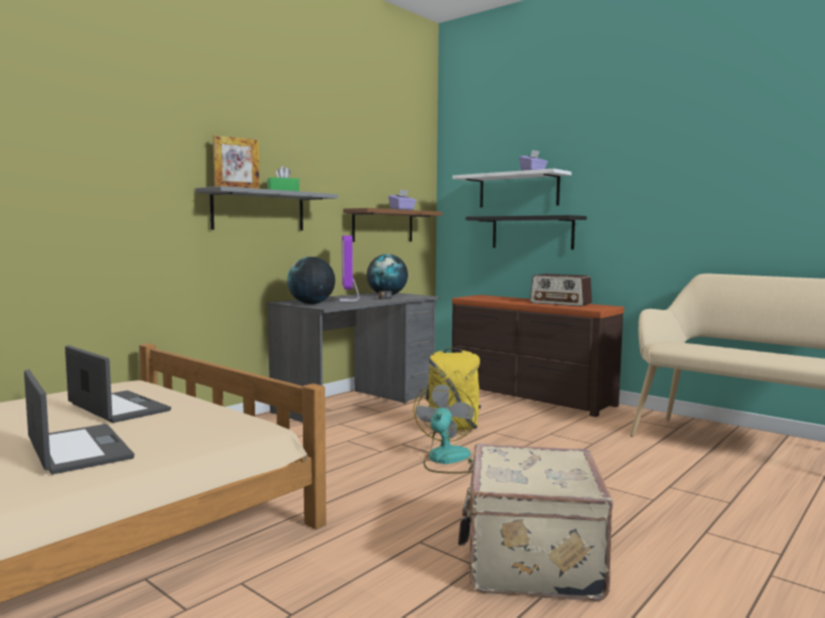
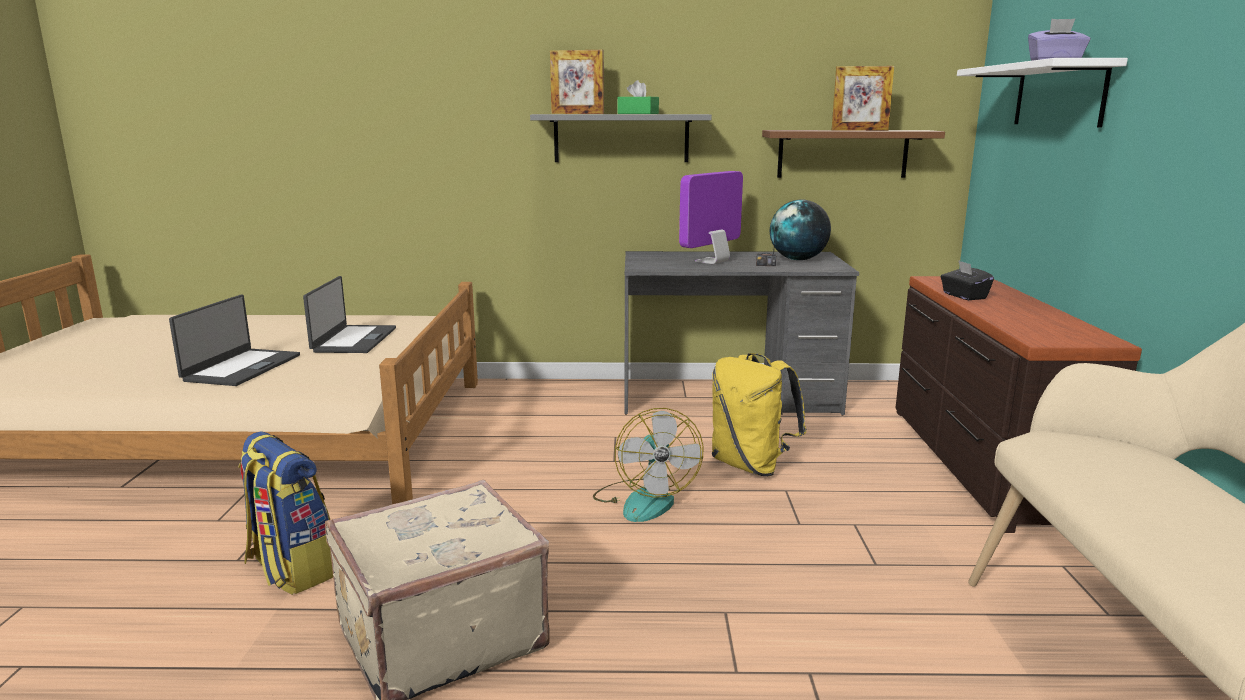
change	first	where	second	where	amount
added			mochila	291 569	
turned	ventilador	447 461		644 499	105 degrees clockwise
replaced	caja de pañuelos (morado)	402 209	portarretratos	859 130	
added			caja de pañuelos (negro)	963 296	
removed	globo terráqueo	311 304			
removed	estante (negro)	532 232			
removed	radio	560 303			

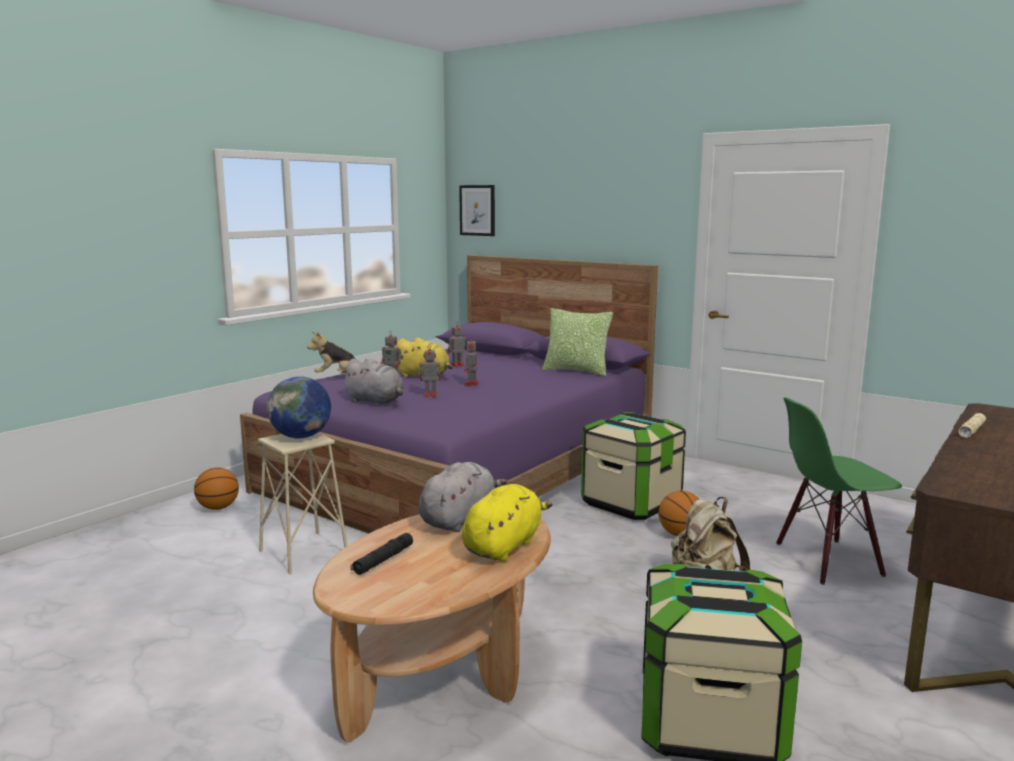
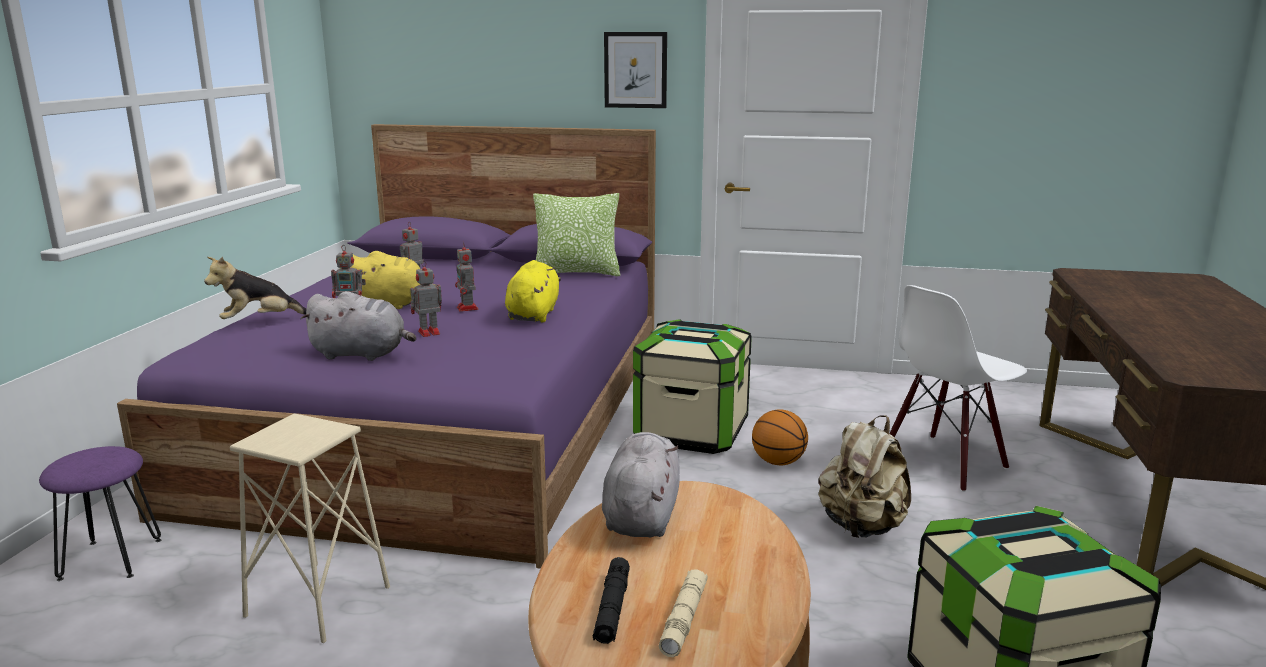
change	first	where	second	where	amount
replaced	balón de baloncesto	218 508	taburete (morado)	110 559	
moved	peluche (amarillo)	504 546		533 314	
moved	cuadro	477 210		635 70	
moved	linterna (beis)	971 430		684 619	
recoloured	silla (verde)	828 560	silla (blanco)	944 462	
removed	globo terráqueo	301 437			

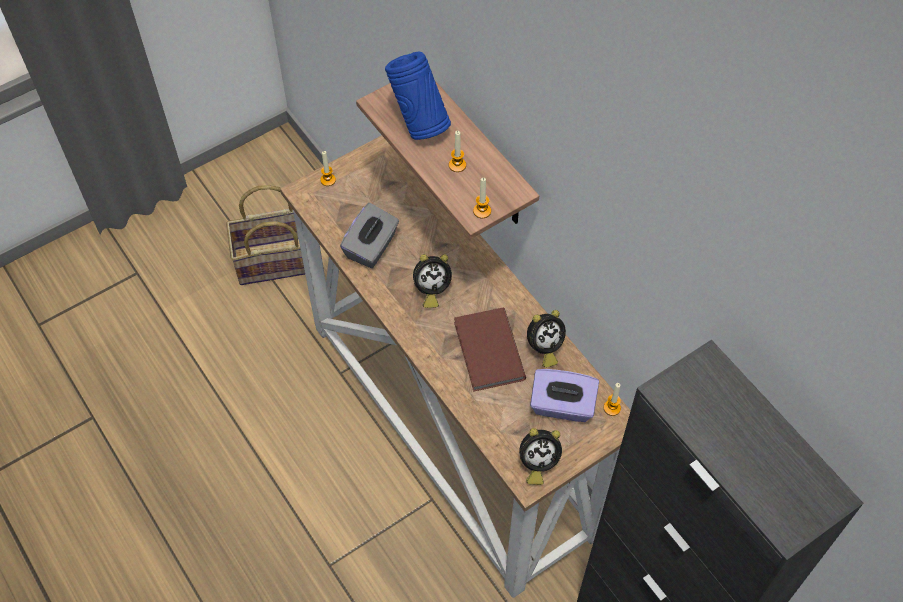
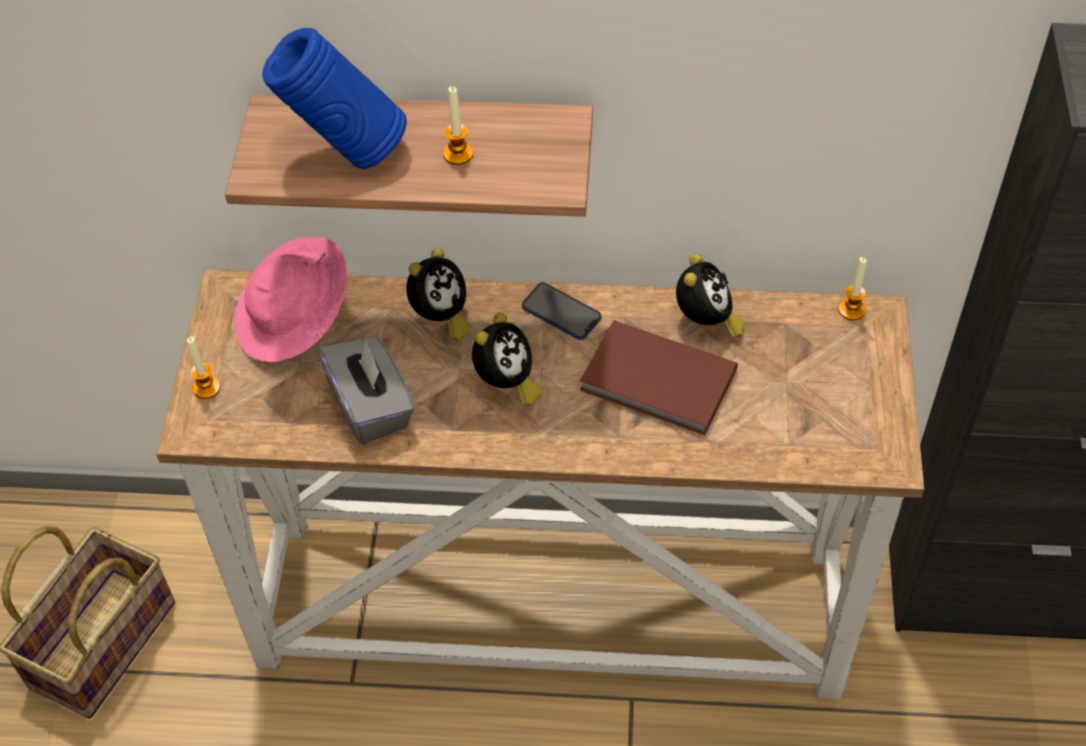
change	first	where	second	where	amount
added			sombrero (rosa)	296 321	
moved	despertador	537 463		440 318	
added			móvil	561 313	
removed	vela	482 211			
removed	caja de pañuelos (morado)	562 406			

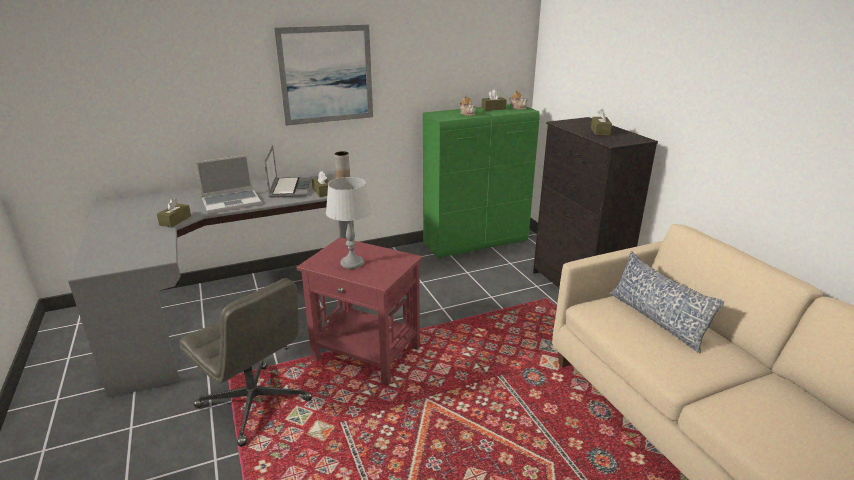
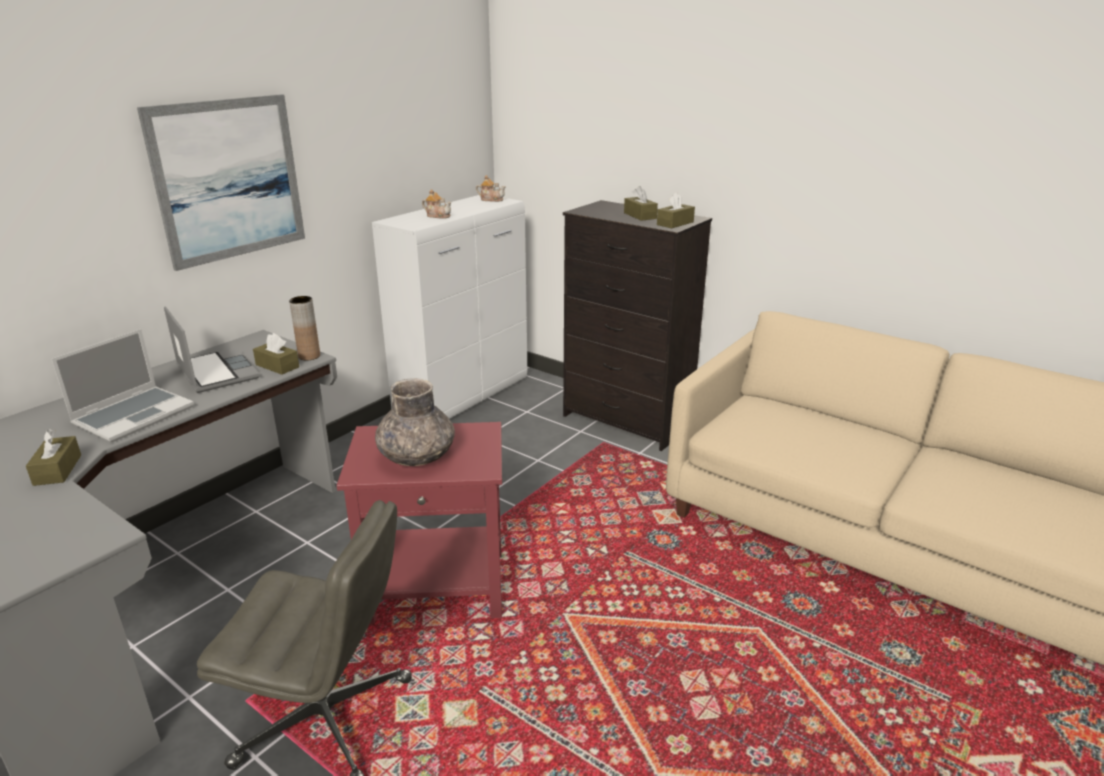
change	first	where	second	where	amount
recoloured	armario (verde)	476 243	armario (blanco)	463 396	
replaced	lámpara de mesa (gris)	352 263	florero (gris)	417 457	
moved	caja de pañuelos (marrón)	493 108		675 223	
removed	cojín	656 319			

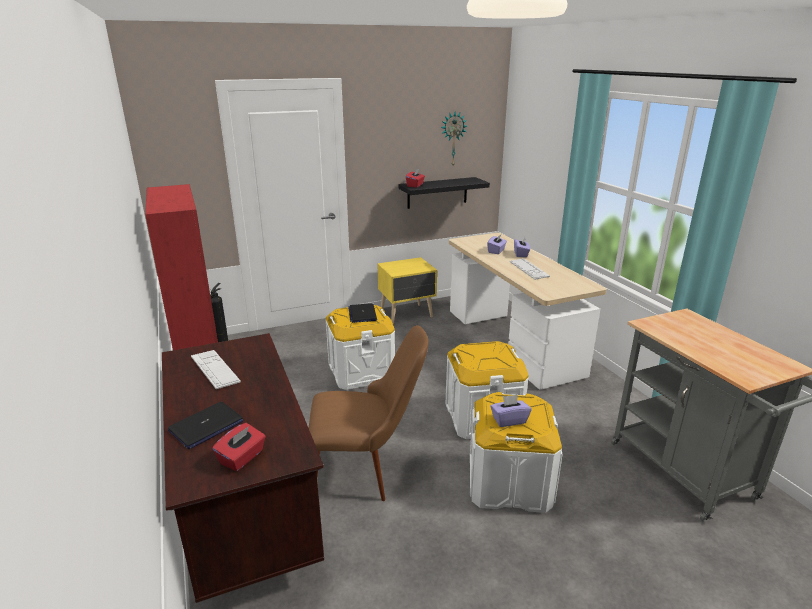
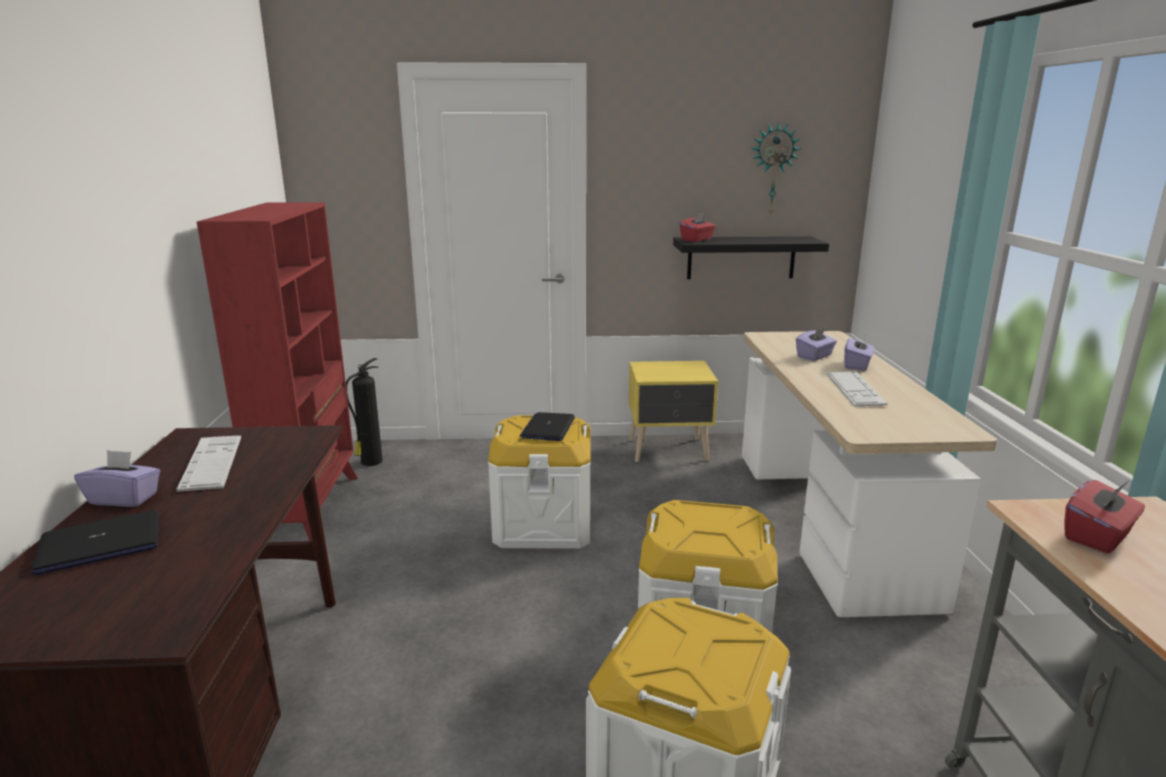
change	first	where	second	where	amount
moved	caja de pañuelos (morado)	509 420		124 498	
moved	caja de pañuelos (rojo)	242 458		1098 536	
removed	silla (marrón)	366 471			

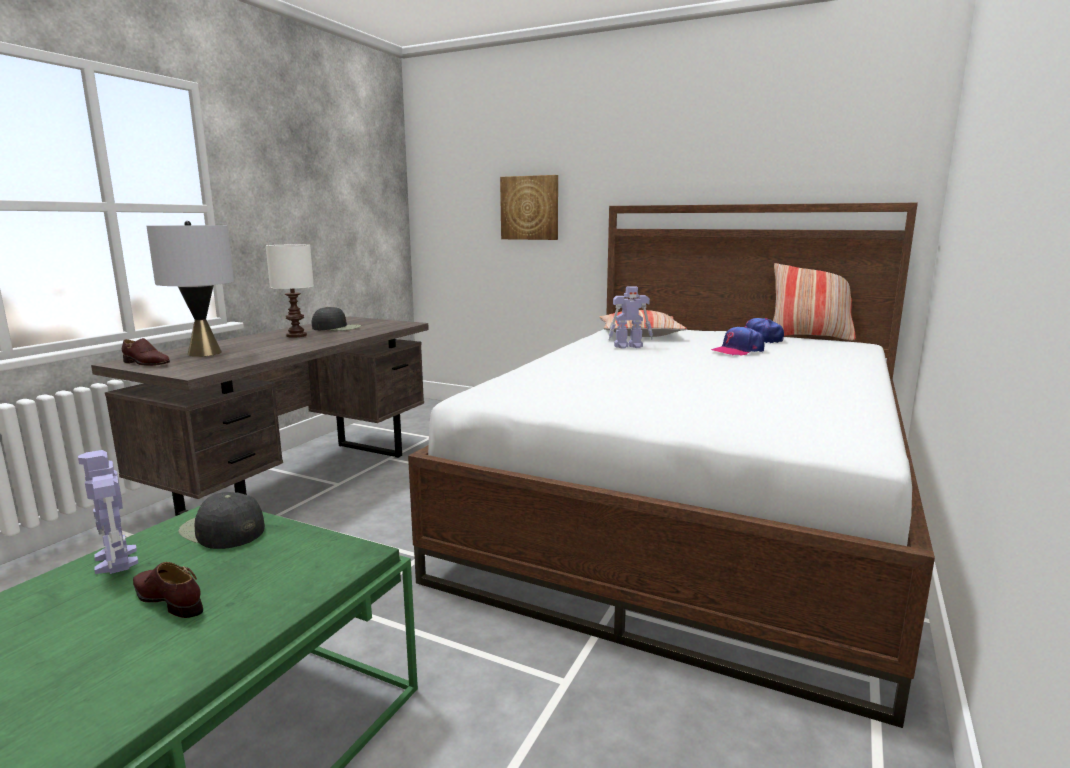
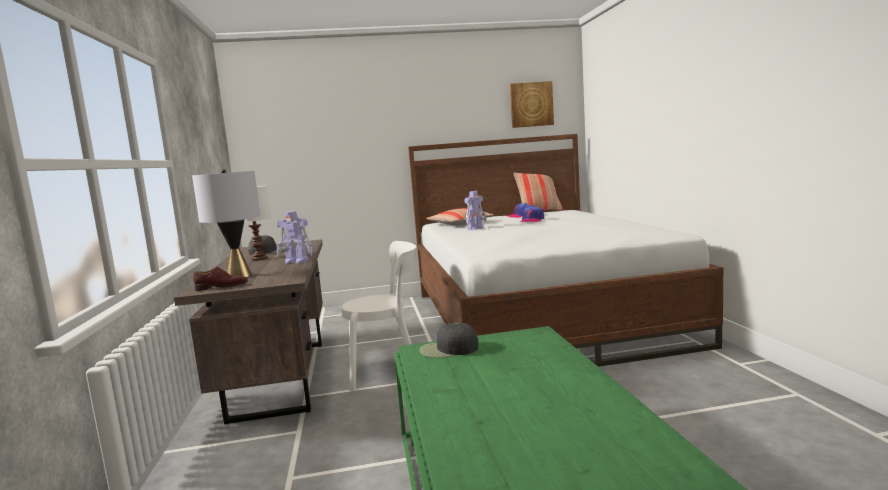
change	first	where	second	where	amount
moved	robot de juguete	116 561		297 261	
added			silla (blanco)	389 371	
moved	cuadro	530 208		531 104	
removed	zapato (marrón)	168 599			

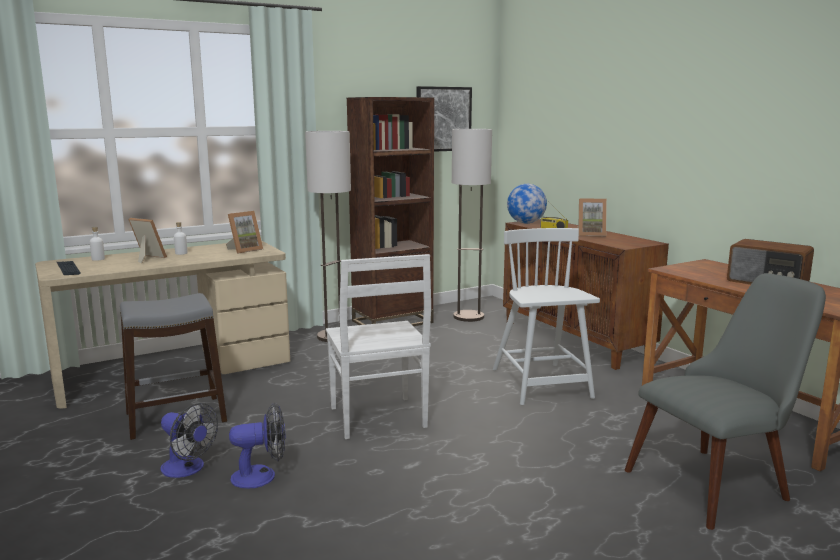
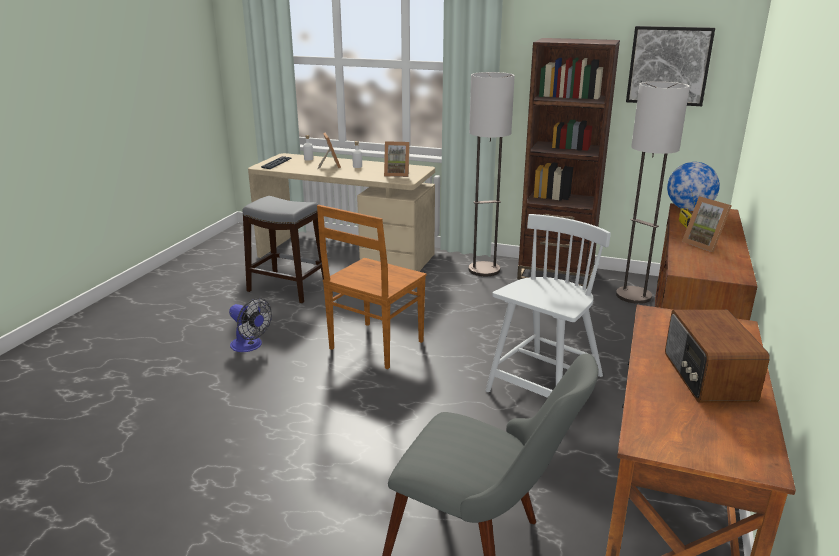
change	first	where	second	where	amount
recoloured	silla (blanco)	378 419	silla (marrón)	374 346	
removed	ventilador	188 469			

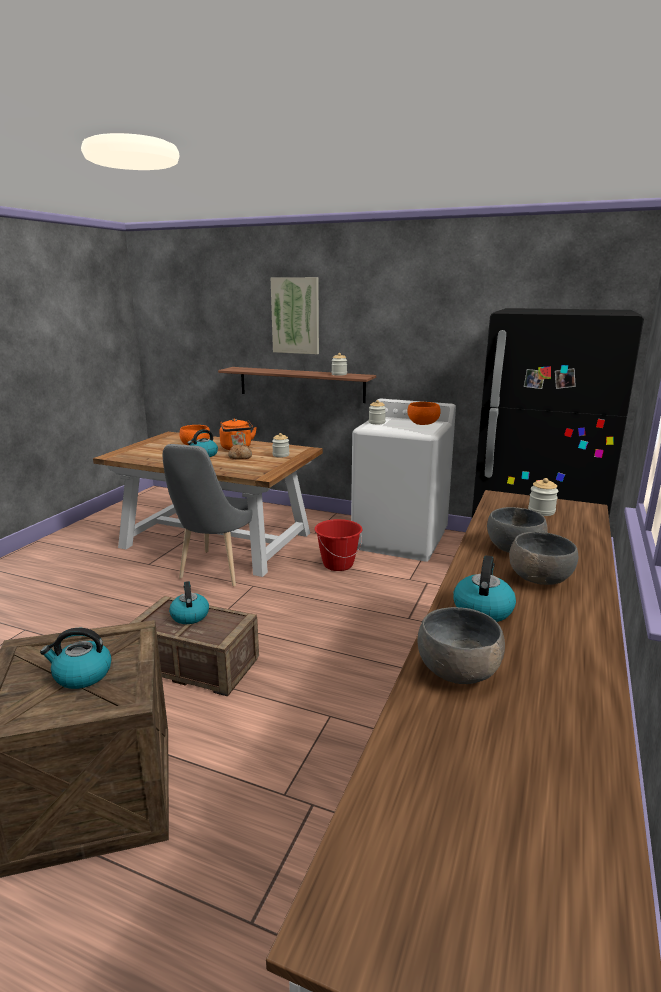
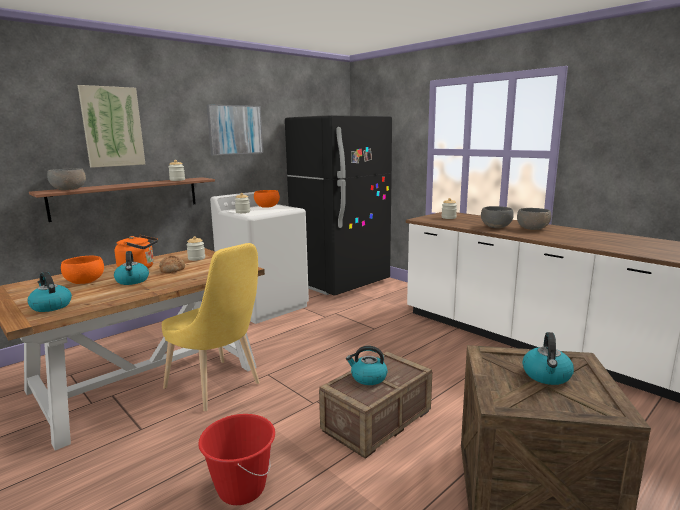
change	first	where	second	where	amount
moved	hervidor	482 609		51 306	
moved	cuenco (gris)	458 671		69 189	
recoloured	silla (gris)	218 571	silla (amarillo)	217 387	
moved	cubo (rojo)	338 564		241 488	
added			cuadro	235 130	

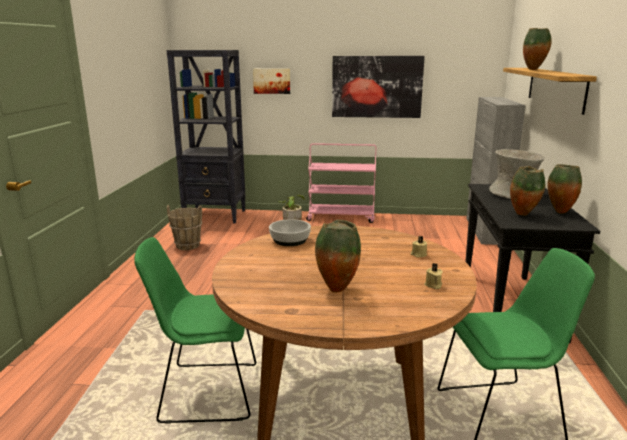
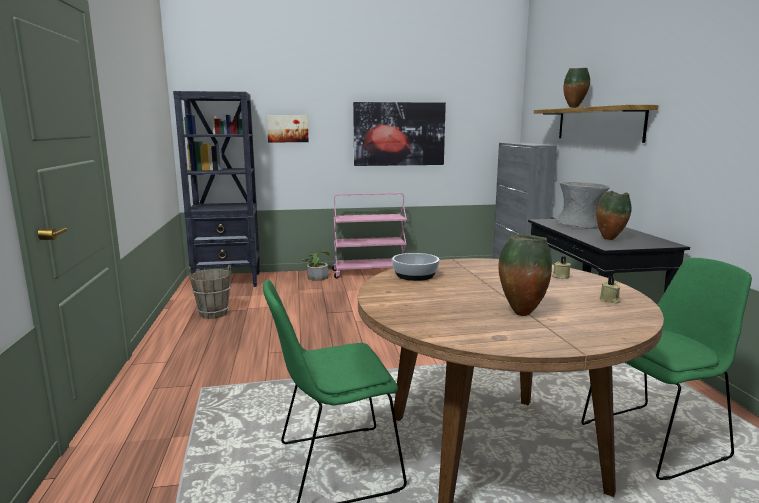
change	first	where	second	where	amount
removed	florero	559 212			

